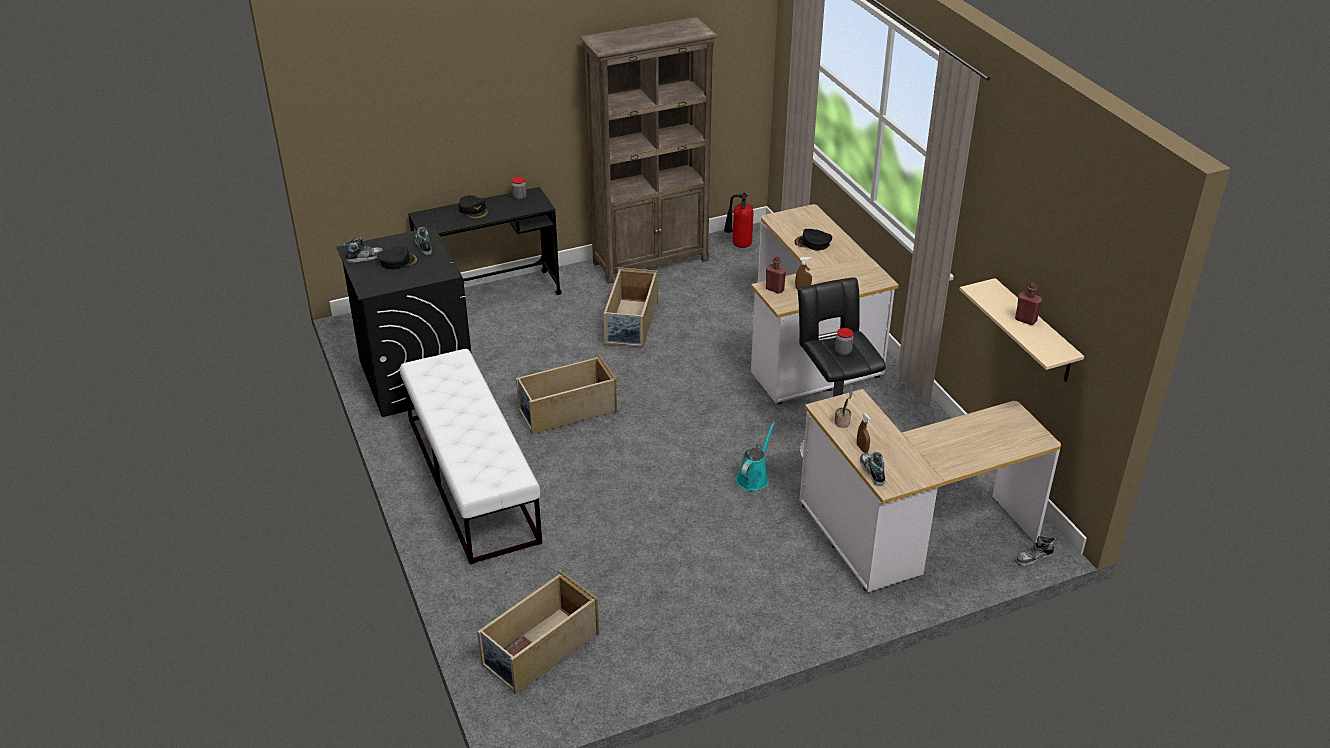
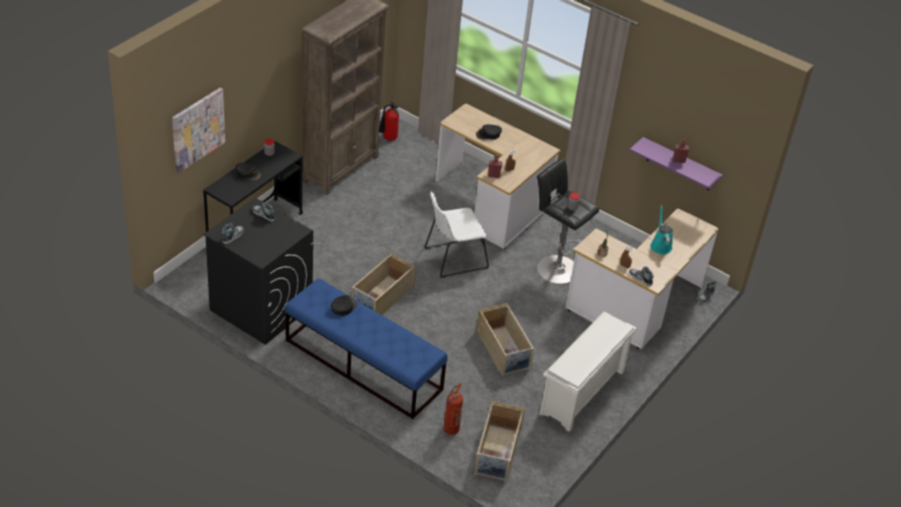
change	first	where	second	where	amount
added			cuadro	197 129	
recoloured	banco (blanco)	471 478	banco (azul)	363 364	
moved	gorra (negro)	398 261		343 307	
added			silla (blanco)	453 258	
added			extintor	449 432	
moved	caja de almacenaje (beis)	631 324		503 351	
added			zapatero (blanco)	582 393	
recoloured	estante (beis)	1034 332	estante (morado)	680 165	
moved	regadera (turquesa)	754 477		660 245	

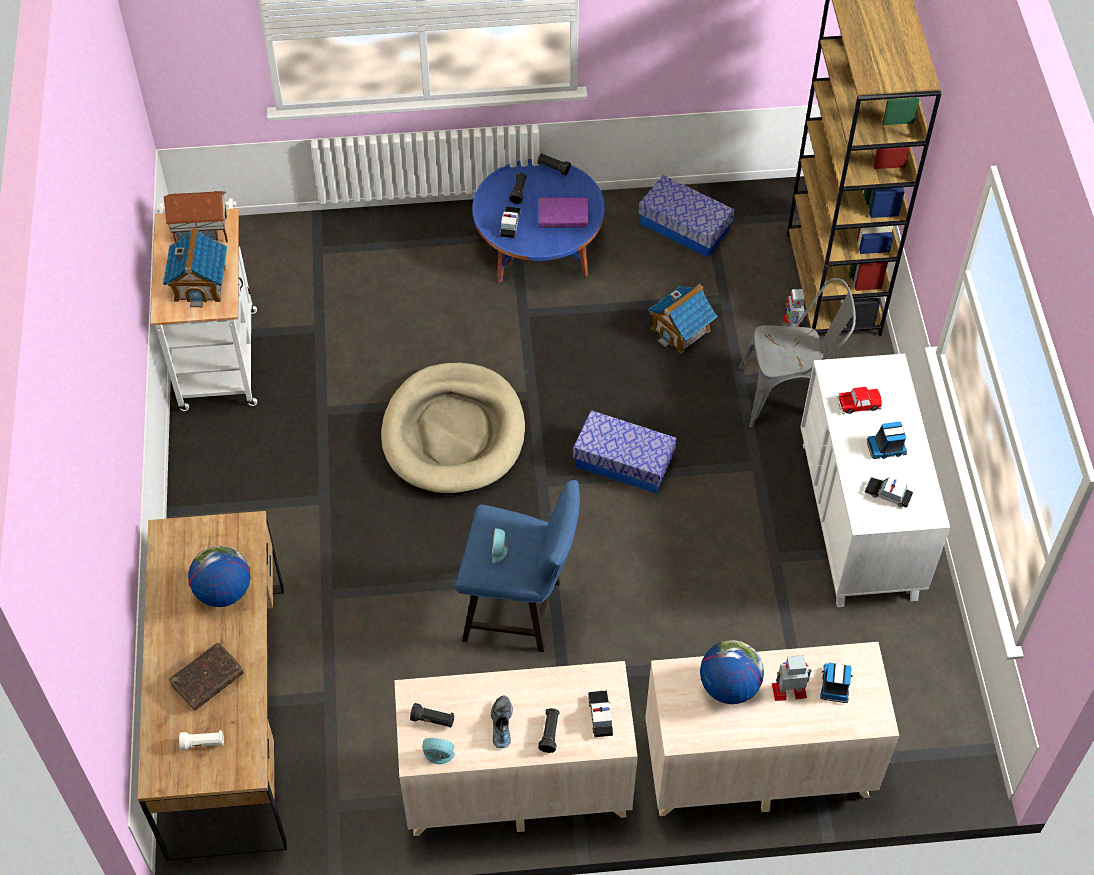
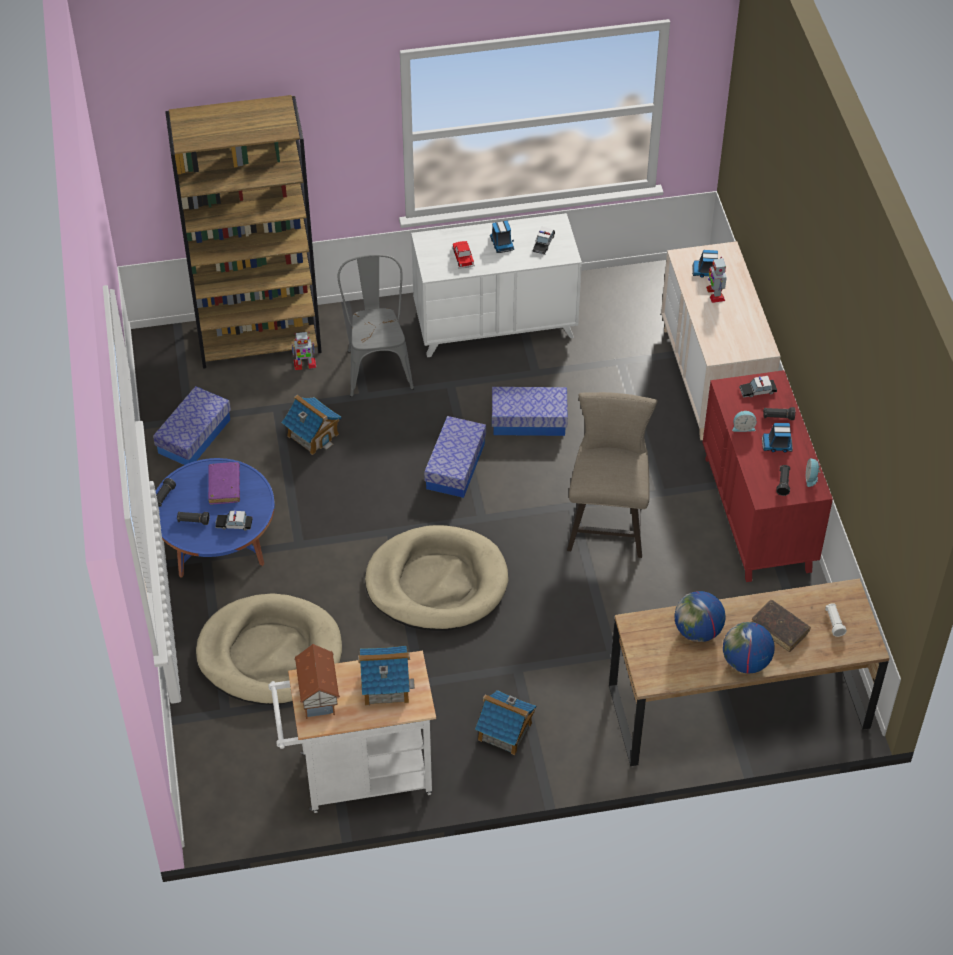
change	first	where	second	where	amount
added			cama para perro (beis)	270 653	
added			casita	505 732	
added			caja de almacenaje	529 420	
recoloured	taburete (azul)	520 611	taburete (beis)	607 523	
recoloured	cómoda (beis)	515 785	cómoda (rojo)	757 514	
moved	globo terráqueo	728 686		745 662	
moved	despertador	499 550		743 427	
replaced	zapato	501 724	camión de juguete	777 444	

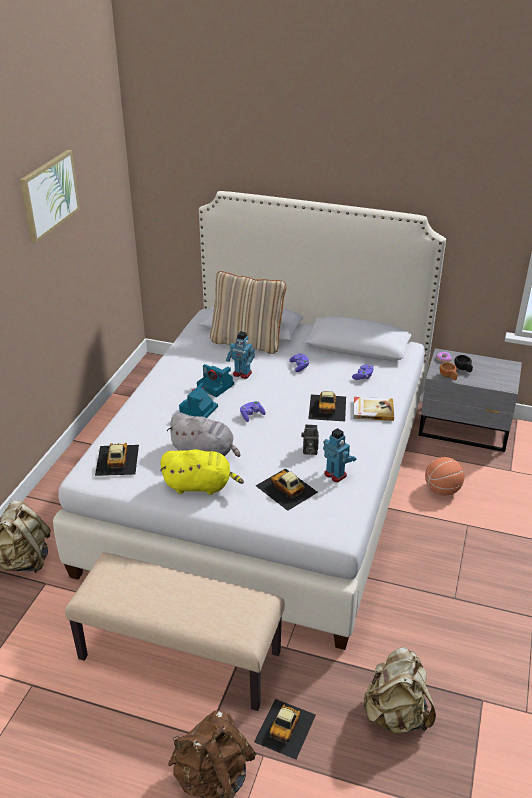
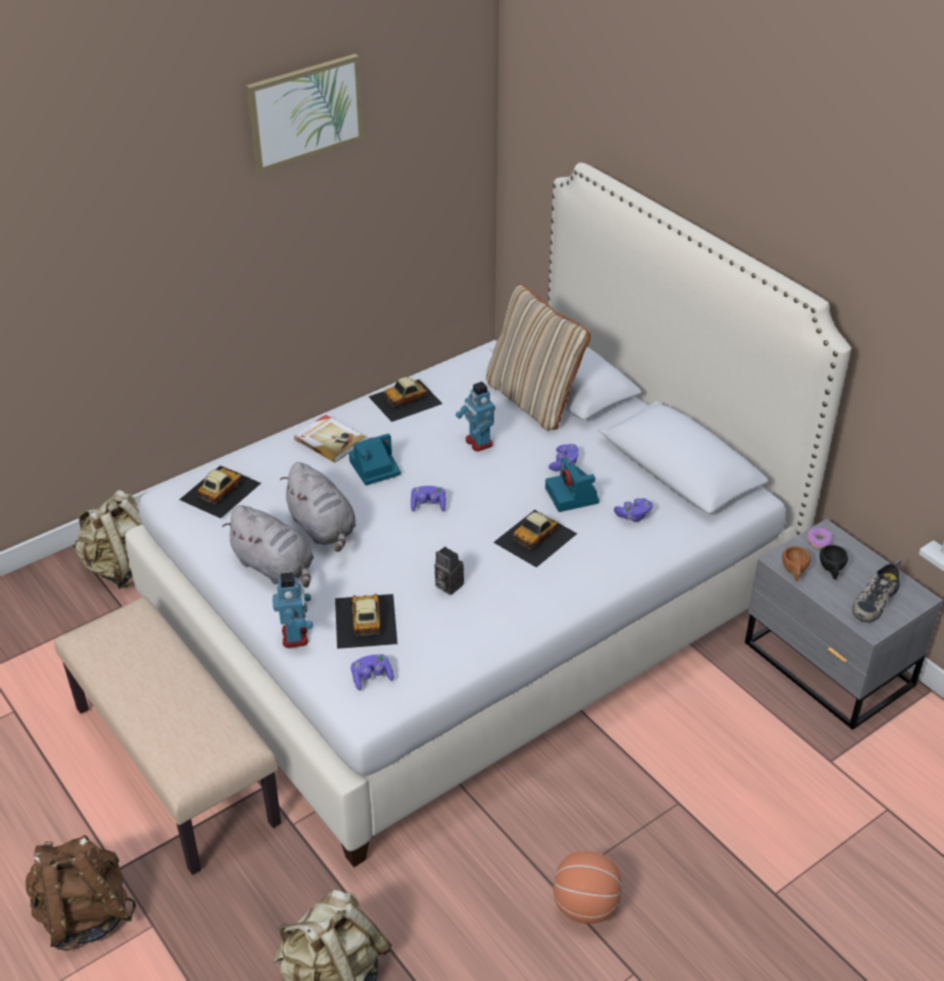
change	first	where	second	where	amount
recoloured	peluche (amarillo)	200 486	peluche (gris)	275 567	
moved	robot de juguete	335 474		296 636	
moved	libro	373 410		330 440	
added			mando de consola (morado)	371 677	
moved	coche de juguete	285 728		406 400	
moved	cámara	216 386		572 496	
moved	balón de baloncesto	442 490		586 906	
added			zapato	874 599	

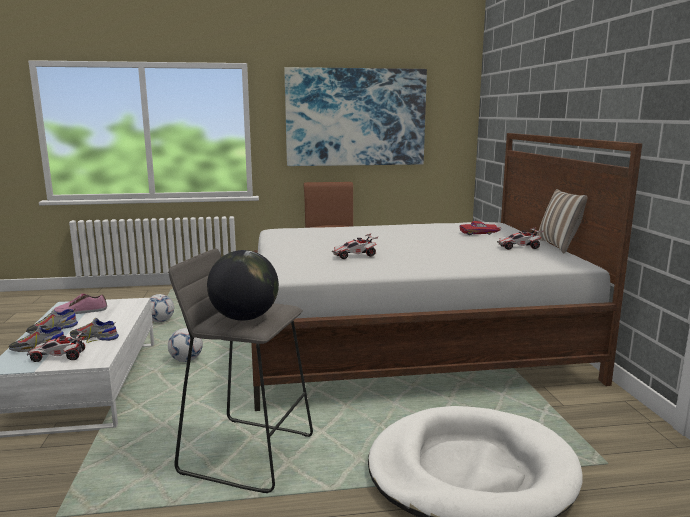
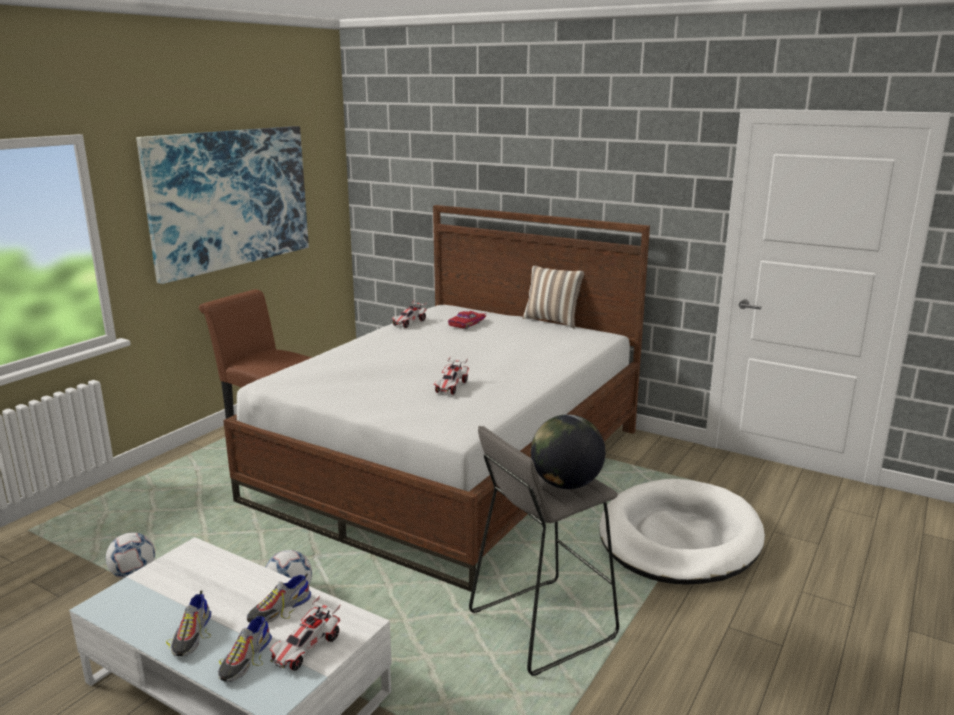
change	first	where	second	where	amount
moved	coche de juguete	519 247		409 323	
removed	zapato	81 311			

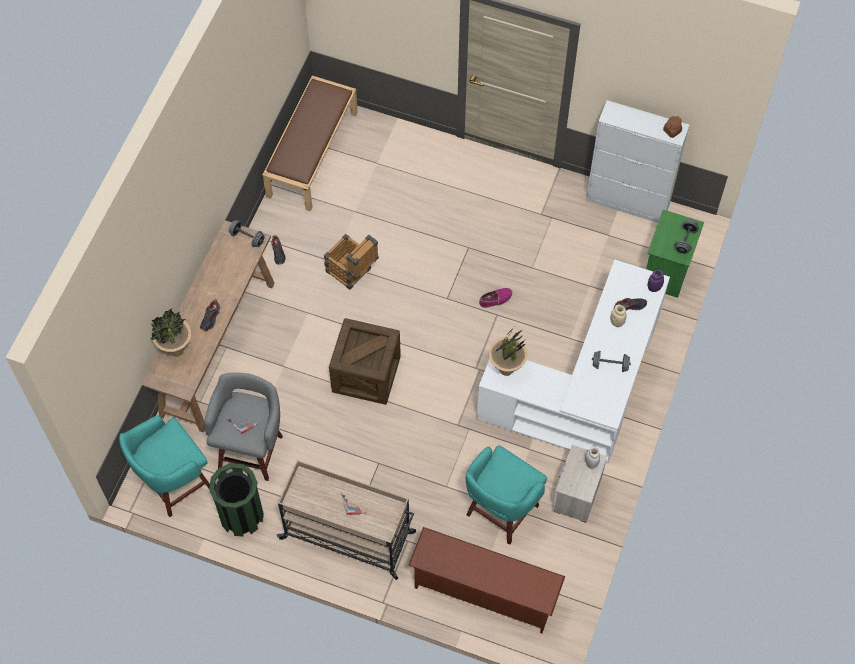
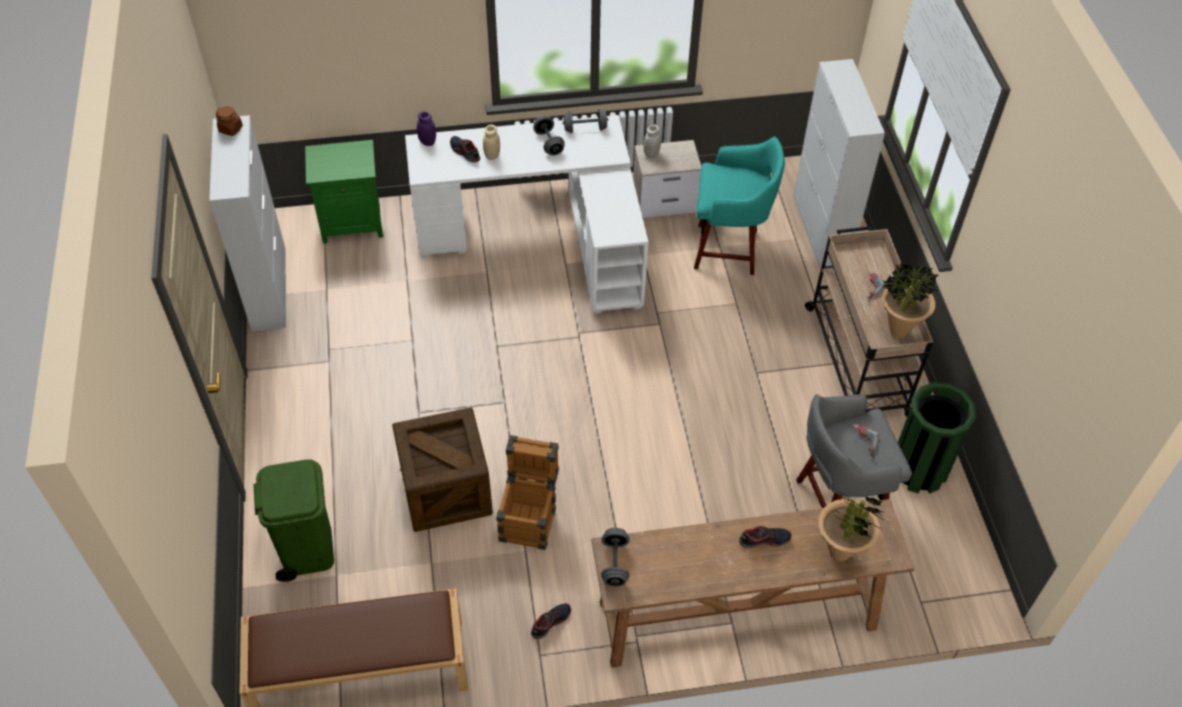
change	first	where	second	where	amount
added			papelera (verde)	307 549	
moved	caja de embalaje	366 374		446 490	
moved	mancuerna (gris)	685 241		585 129	
replaced	zapatero (marrón)	483 593	armario (blanco)	821 229	
moved	planta en maceta	506 370		898 332	
removed	taburete (turquesa)	174 484			
removed	zapato	495 299			

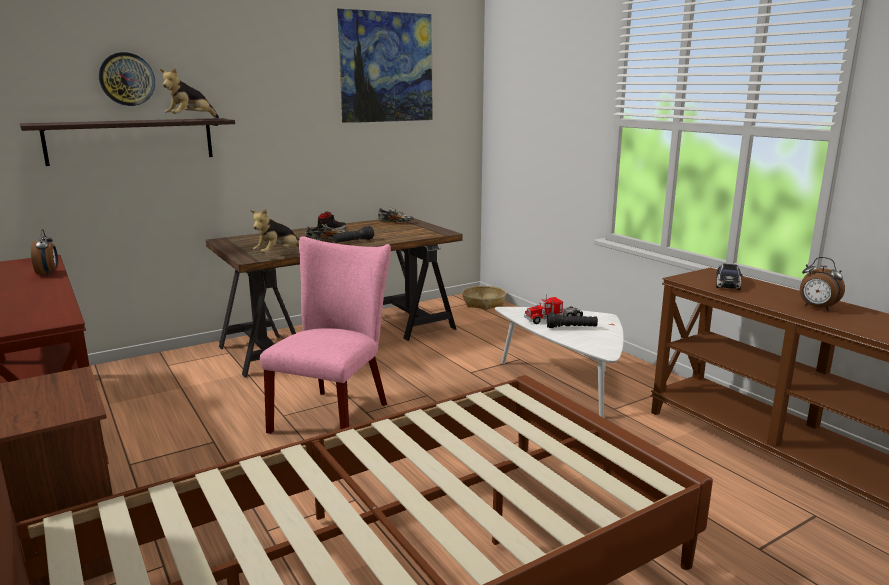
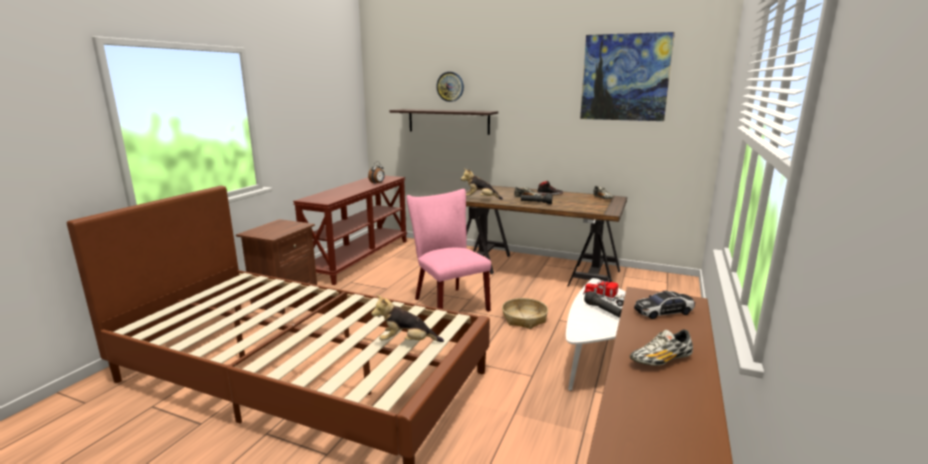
change	first	where	second	where	amount
moved	peluche	191 119		407 342	
turned	silla (rosa)	335 414		447 303	105 degrees counterclockwise
moved	cesta	483 303		524 319	
replaced	despertador	816 308	zapato	660 360	

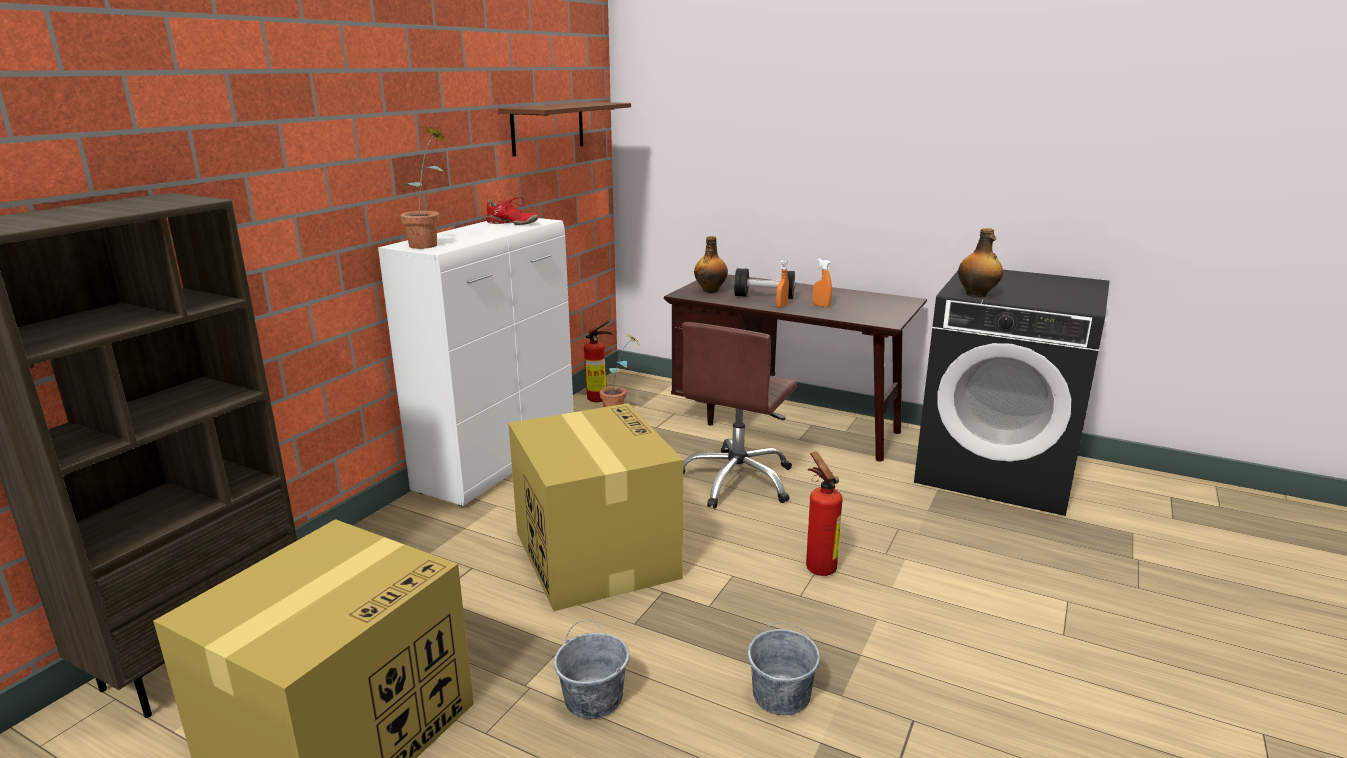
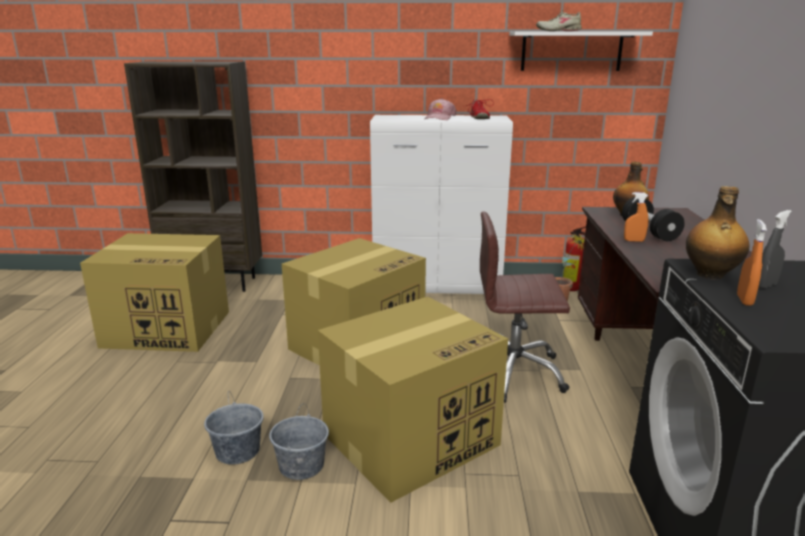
change	first	where	second	where	amount
moved	cubo (gris)	593 698		301 465	
replaced	extintor	818 566	caja de cartón	412 438	
added			gorra (rosa)	439 118	
recoloured	estante (marrón)	548 128	estante (blanco)	571 51	
added			zapato (beis)	559 31	
moved	pulverizador (naranja)	821 305		744 300	
added			pulverizador (gris)	766 285	
removed	planta en maceta	430 244			

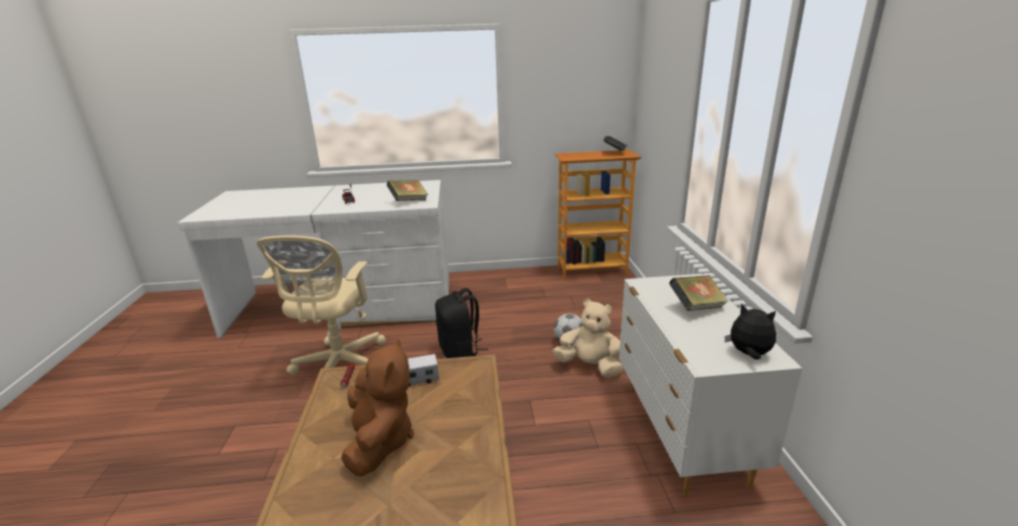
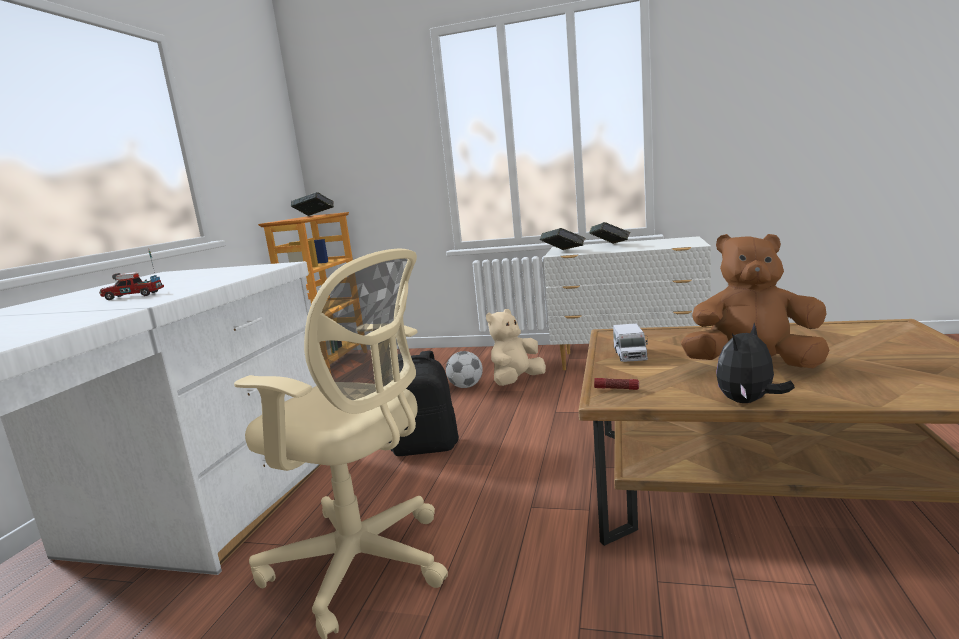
change	first	where	second	where	amount
moved	libro	408 201		563 252	
moved	peluche	748 354		748 402	

